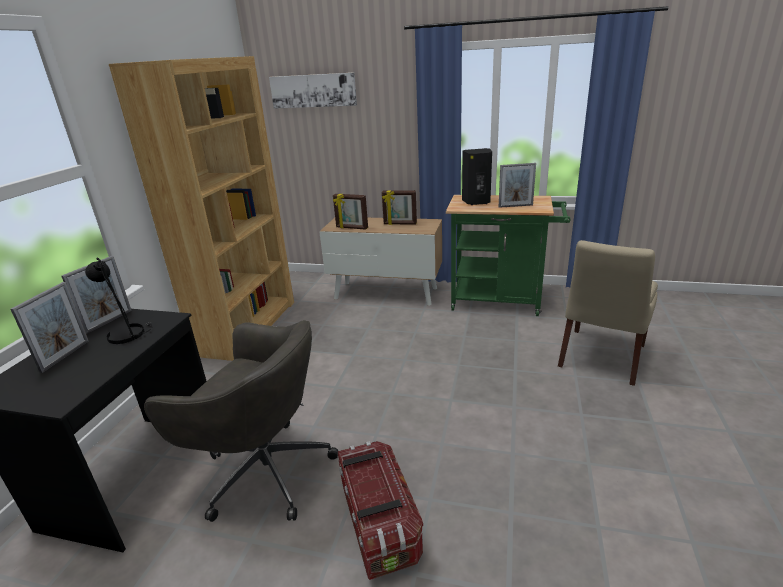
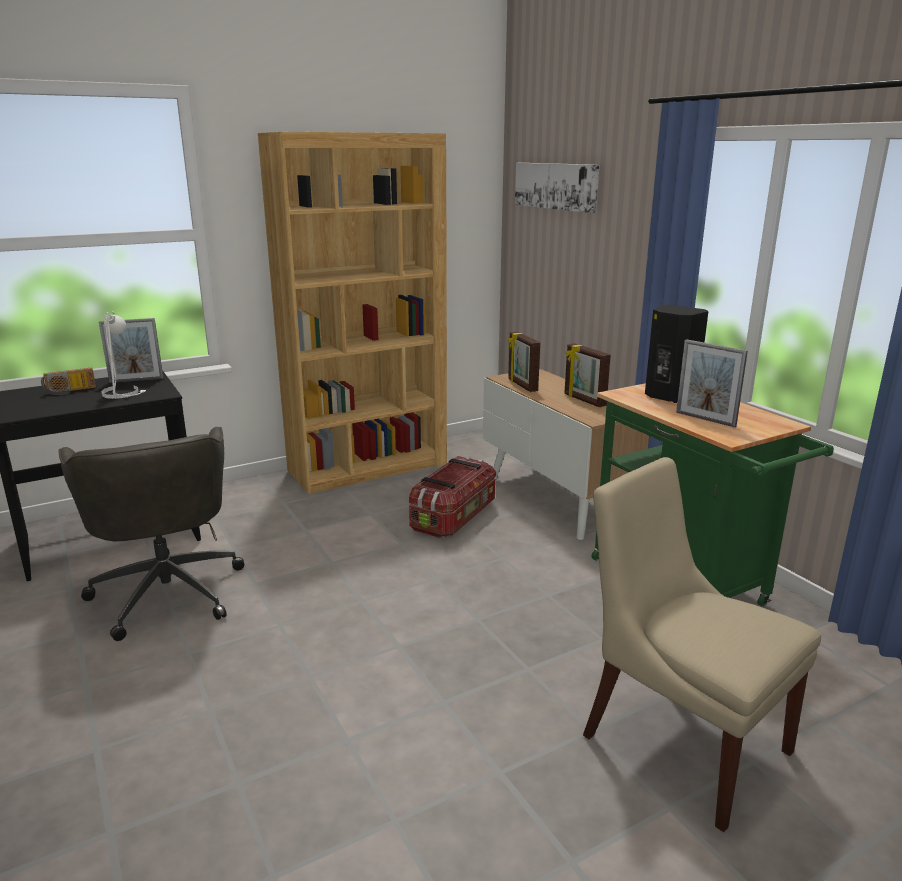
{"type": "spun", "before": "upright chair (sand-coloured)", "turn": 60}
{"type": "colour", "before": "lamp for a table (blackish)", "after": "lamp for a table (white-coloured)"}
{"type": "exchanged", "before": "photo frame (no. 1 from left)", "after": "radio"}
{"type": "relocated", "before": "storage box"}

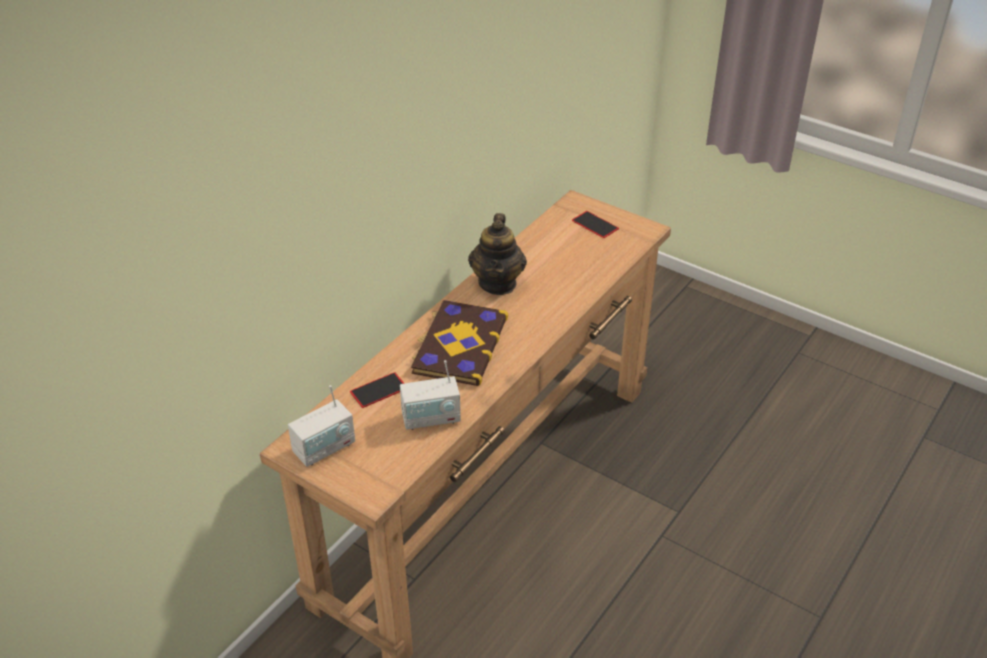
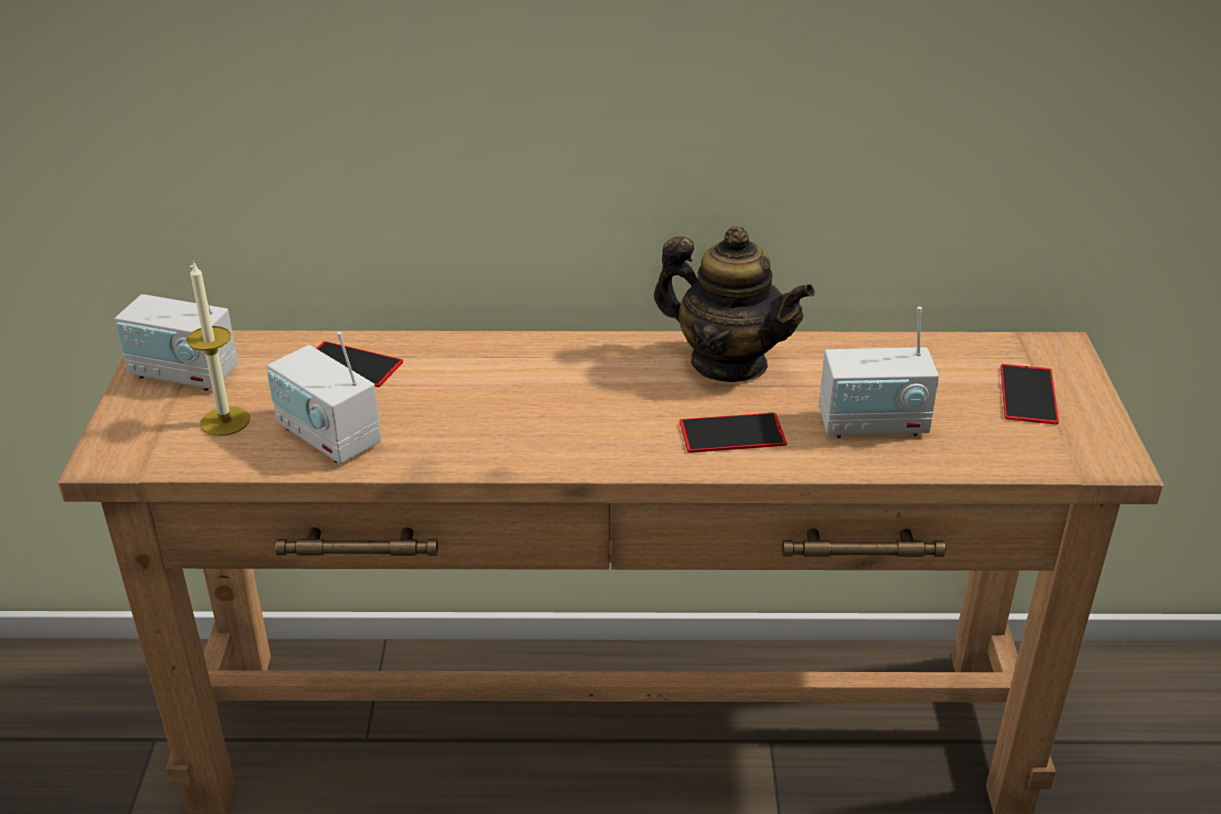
{"type": "spun", "before": "tea pot", "turn": -120}
{"type": "missing", "before": "bound book"}
{"type": "appeared", "after": "wax candle"}
{"type": "appeared", "after": "radio (no. 3 from left)"}
{"type": "appeared", "after": "phone (no. 2 from left)"}

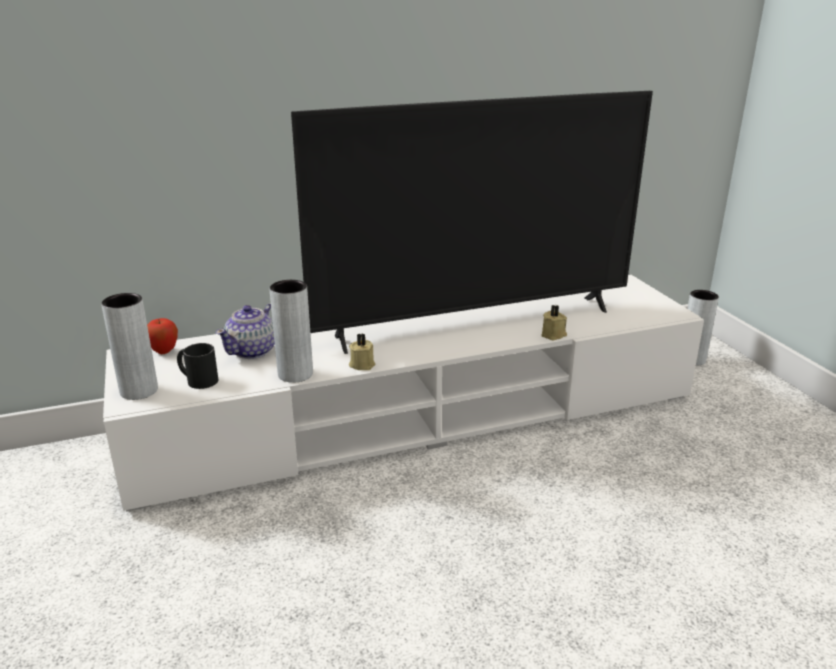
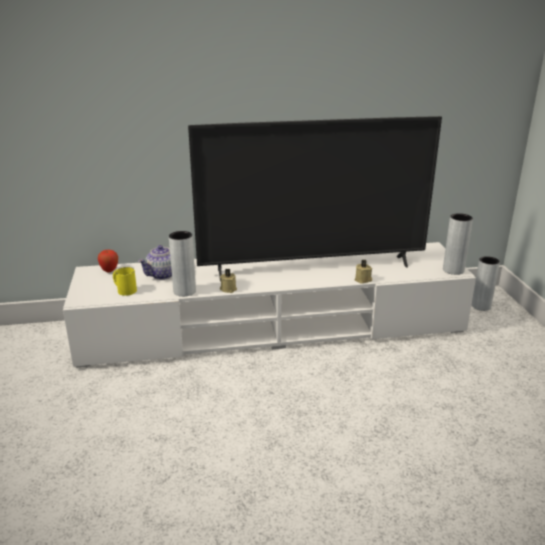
{"type": "relocated", "before": "decorative vase (gray) (no. 1 from left in the first image)", "after": "decorative vase (gray) (no. 2 from left)"}
{"type": "colour", "before": "tea mug (blackish)", "after": "tea mug (yellow-coloured)"}

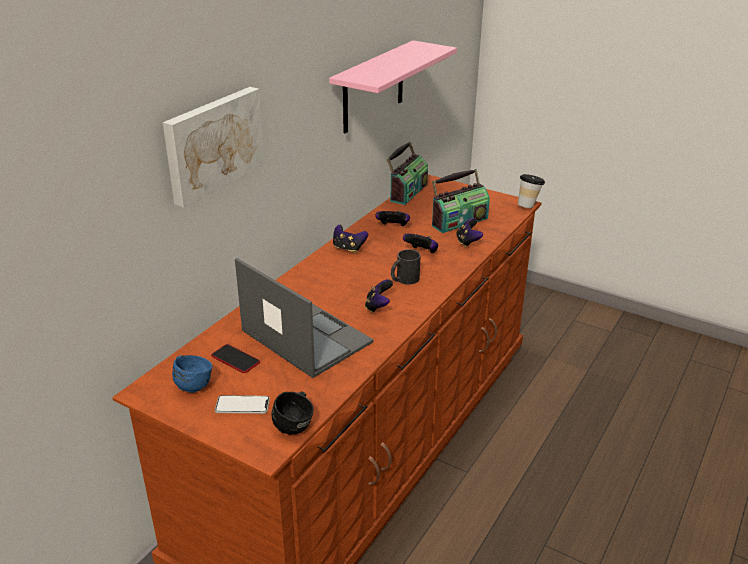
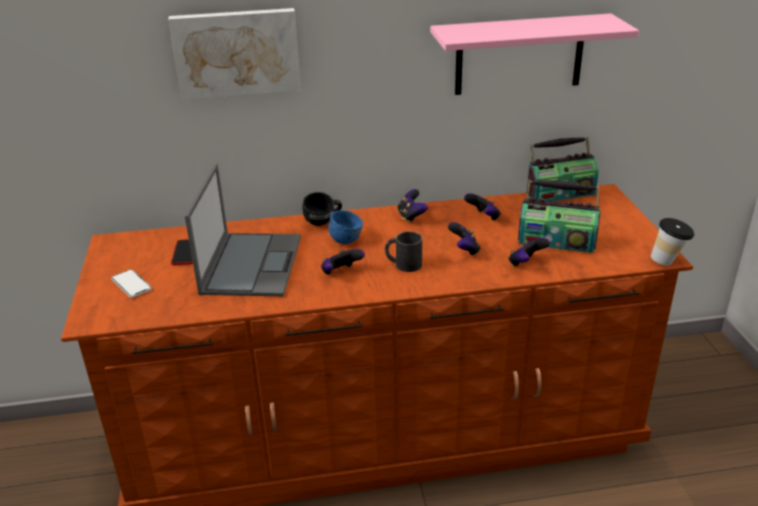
{"type": "relocated", "before": "tea mug (blue-coloured)"}
{"type": "relocated", "before": "tea mug (blackish) (no. 1 from left)"}

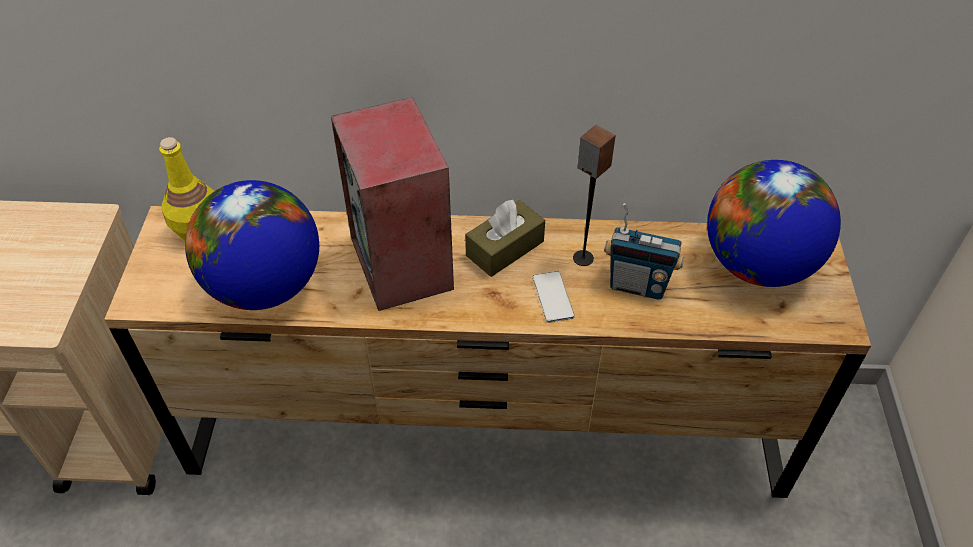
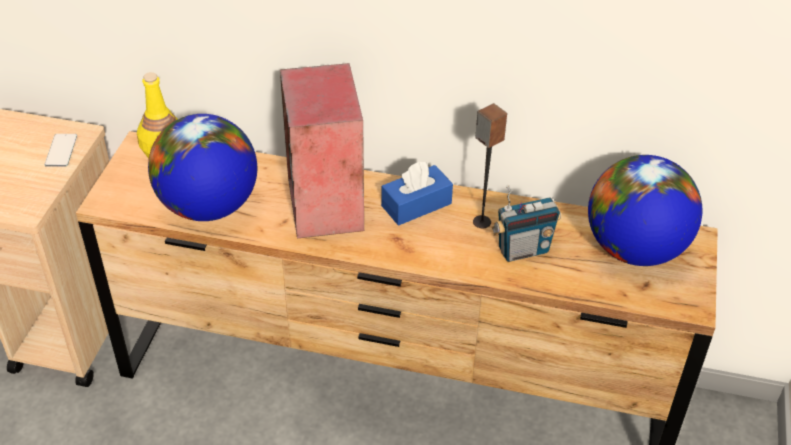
{"type": "colour", "before": "tissue box (brown)", "after": "tissue box (blue-coloured)"}
{"type": "spun", "before": "radio", "turn": -45}
{"type": "relocated", "before": "phone"}

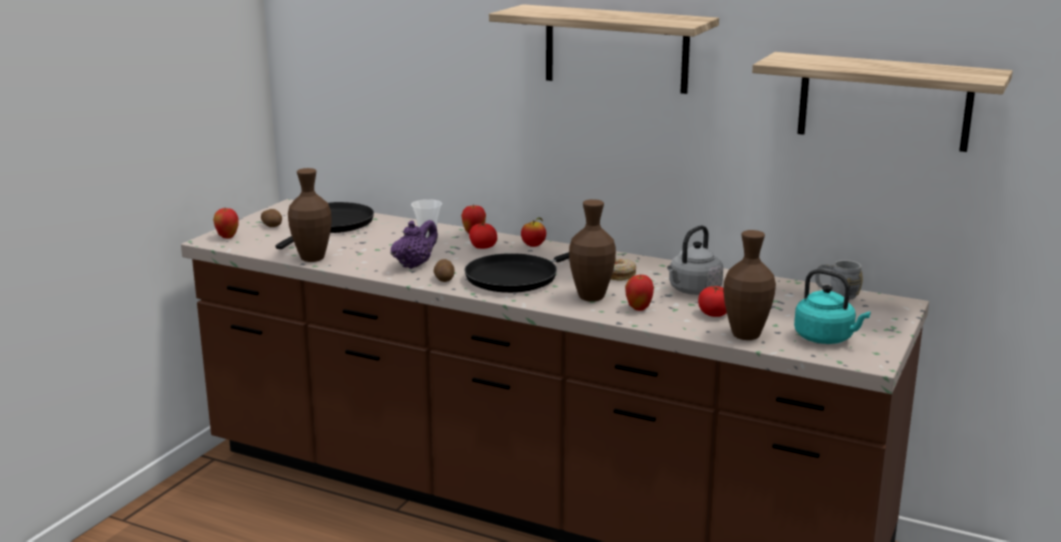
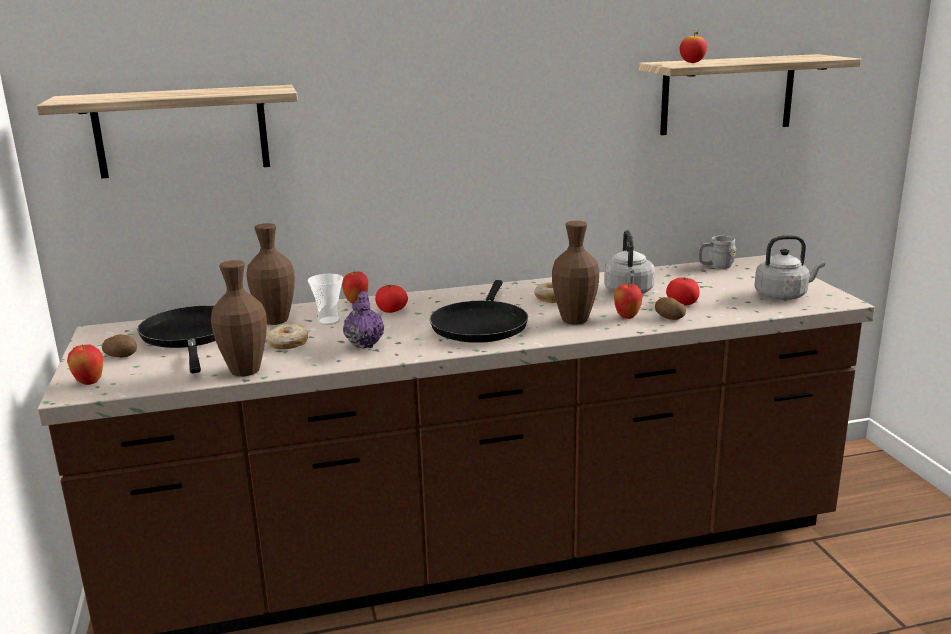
{"type": "relocated", "before": "shelf (no. 1 from left)"}
{"type": "relocated", "before": "apple (no. 3 from left in the first image)", "after": "apple (no. 4 from left)"}
{"type": "relocated", "before": "decorative vase (brown) (no. 3 from left in the first image)", "after": "decorative vase (brown) (no. 2 from left)"}
{"type": "relocated", "before": "whole potato (no. 2 from left)"}
{"type": "colour", "before": "water kettle (turquoise-coloured)", "after": "water kettle (gray) (no. 2 from left)"}
{"type": "appeared", "after": "doughnut (no. 1 from left)"}

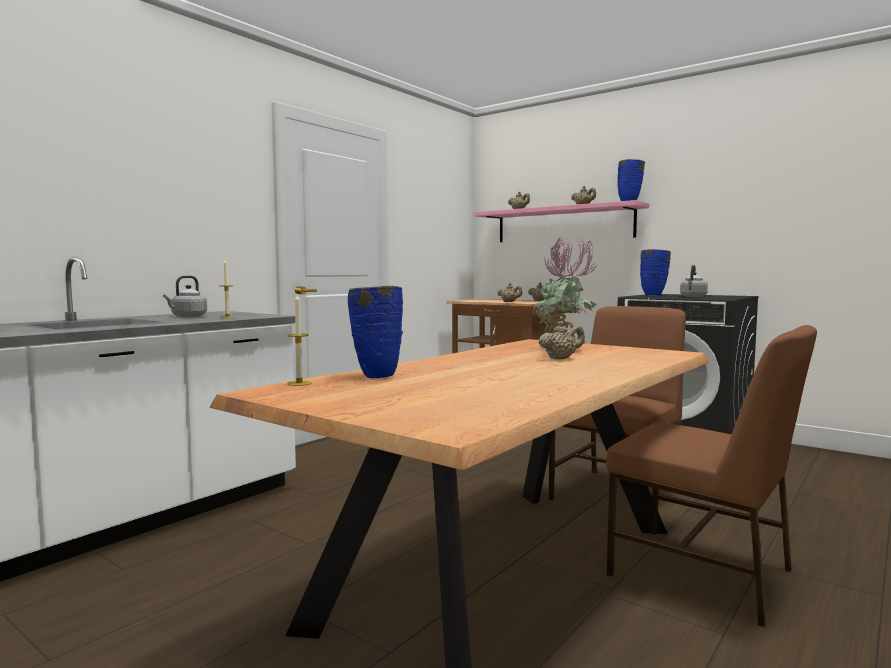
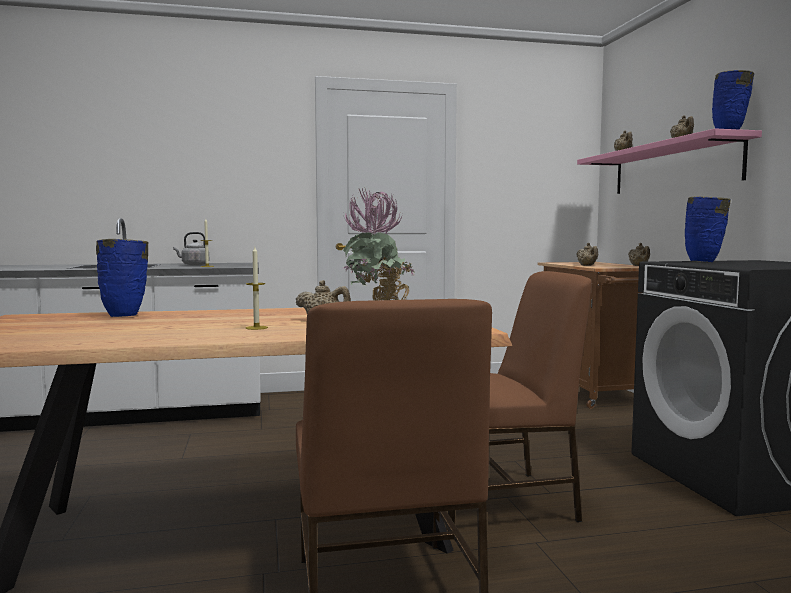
{"type": "missing", "before": "water kettle (gray) (no. 2 from left)"}
{"type": "relocated", "before": "wax candle (no. 2 from left)"}

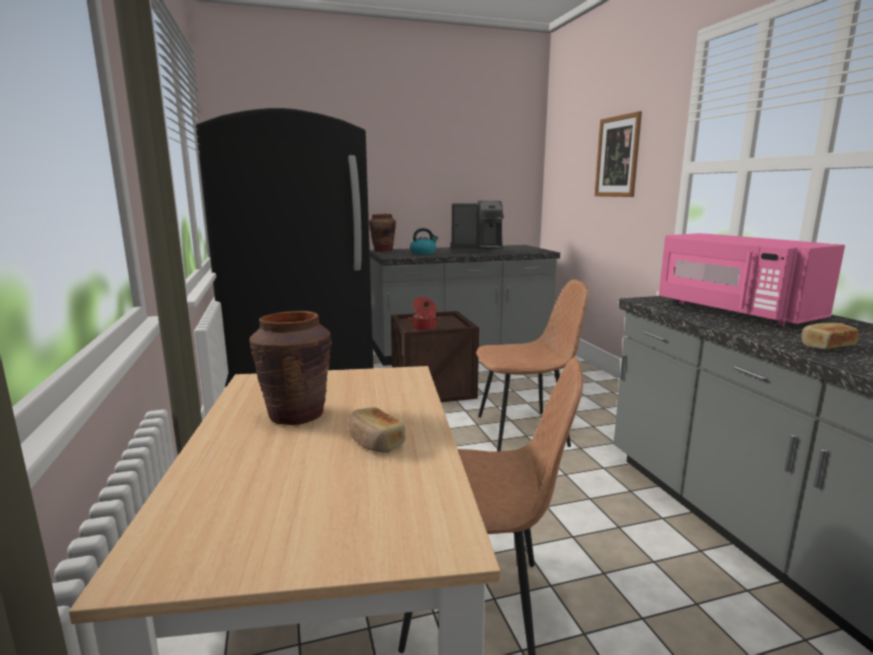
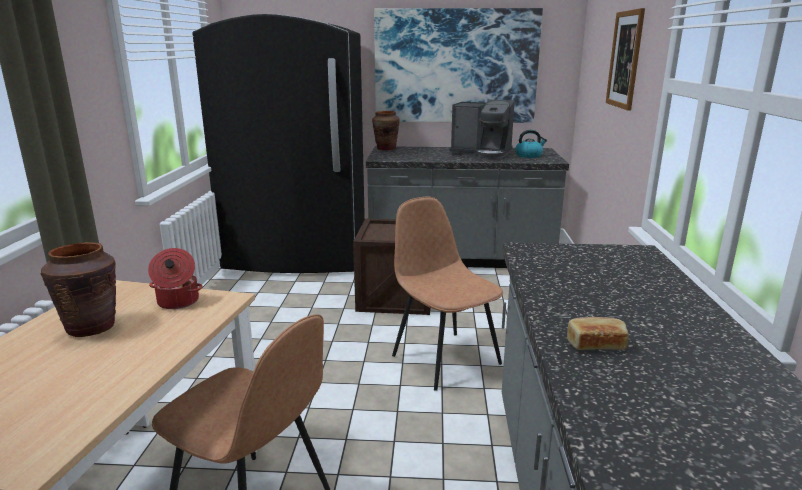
{"type": "relocated", "before": "water kettle"}
{"type": "missing", "before": "microwave (pink)"}
{"type": "spun", "before": "upright chair (brown) (no. 2 from left)", "turn": -135}
{"type": "relocated", "before": "stockpot"}
{"type": "missing", "before": "bread (no. 1 from left)"}
{"type": "appeared", "after": "picture (no. 1 from left)"}

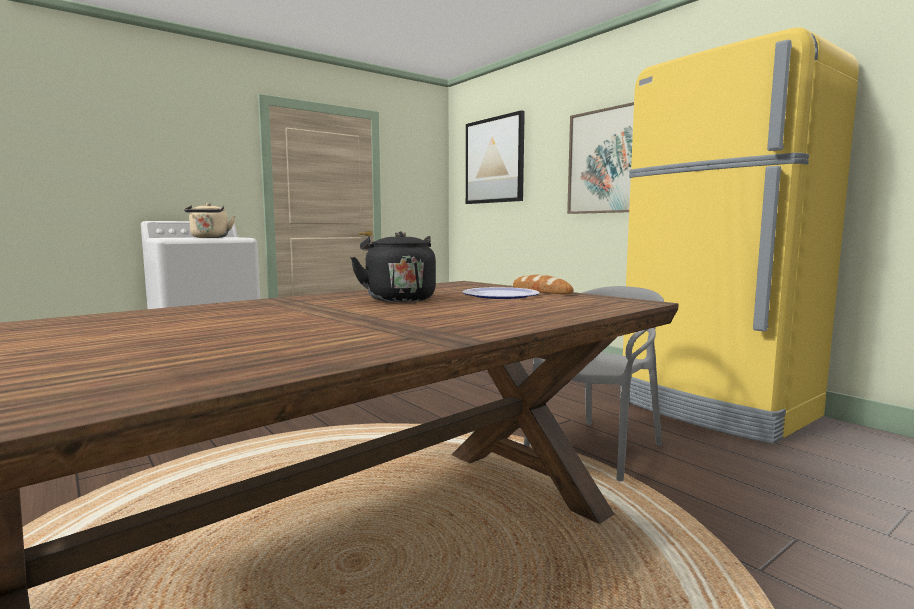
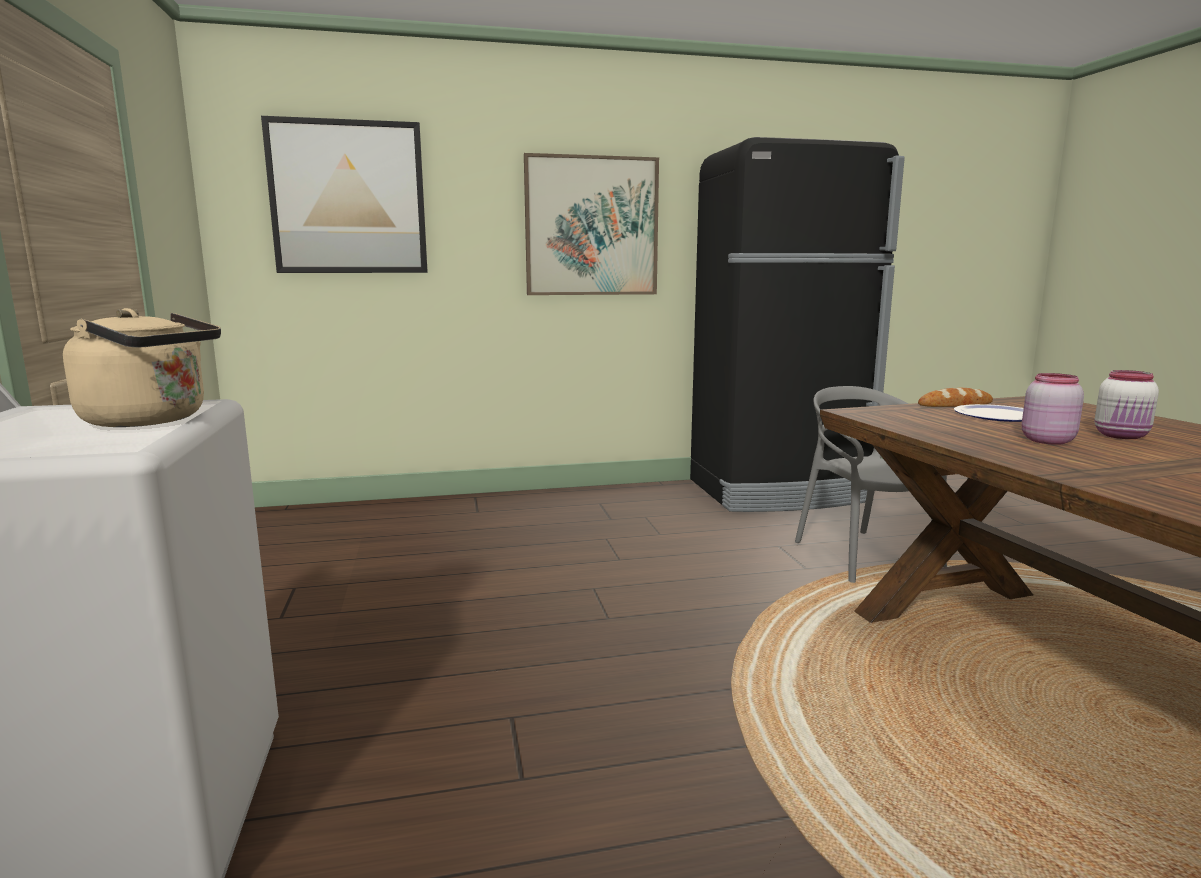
{"type": "colour", "before": "refrigerator (yellow-coloured)", "after": "refrigerator (blackish)"}
{"type": "exchanged", "before": "water kettle (blackish)", "after": "jar (pink)"}
{"type": "appeared", "after": "jar (white-coloured)"}

